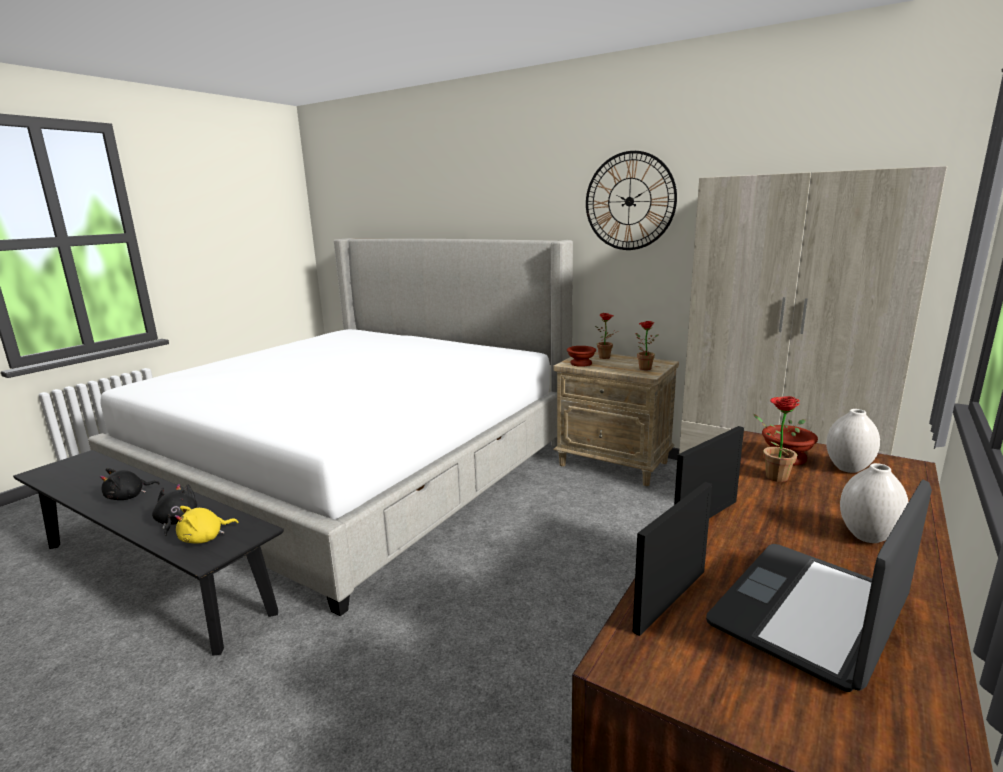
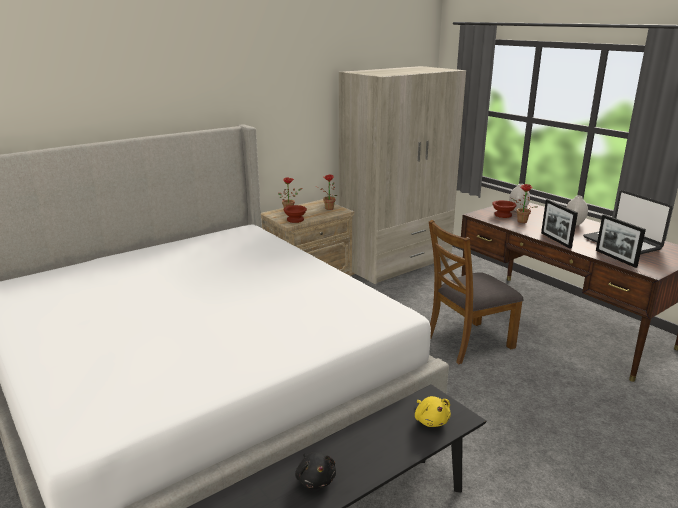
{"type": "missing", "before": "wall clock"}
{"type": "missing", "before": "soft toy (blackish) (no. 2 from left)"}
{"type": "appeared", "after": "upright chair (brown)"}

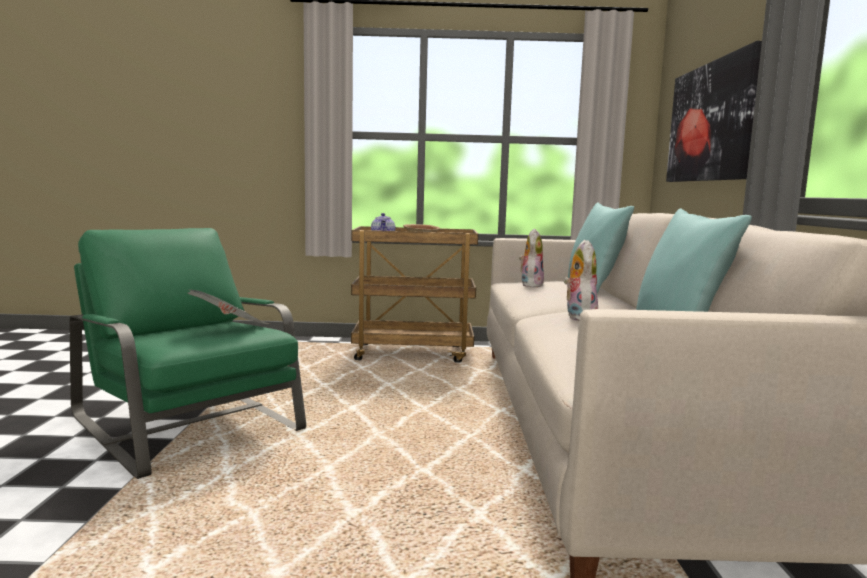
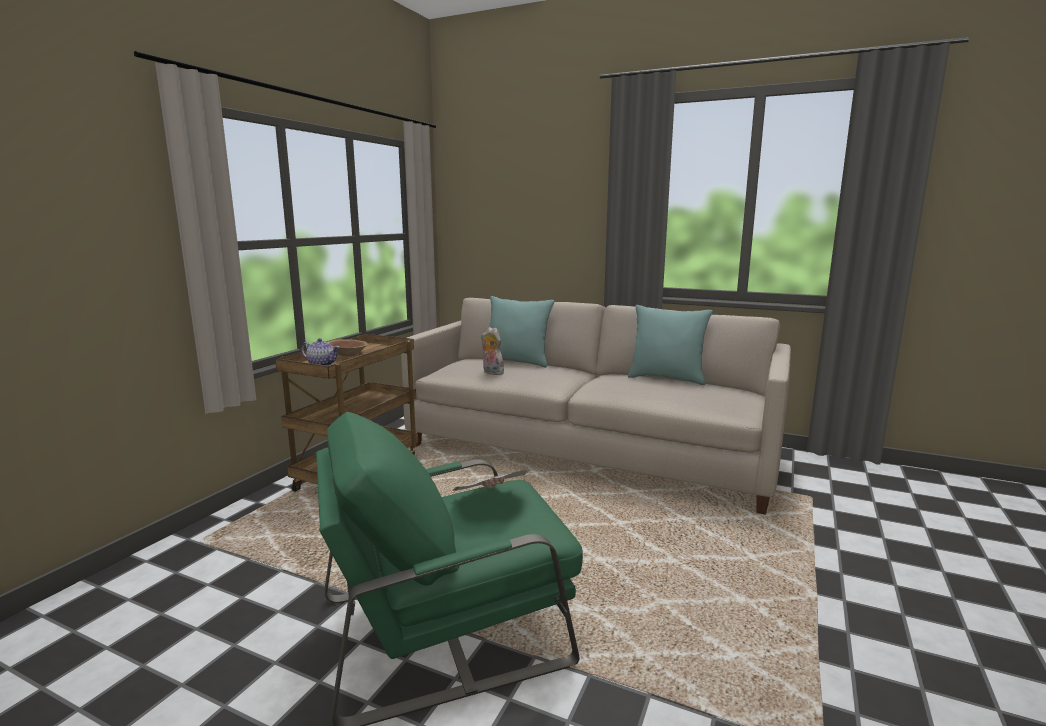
{"type": "missing", "before": "picture"}
{"type": "missing", "before": "soft toy (no. 2 from left)"}

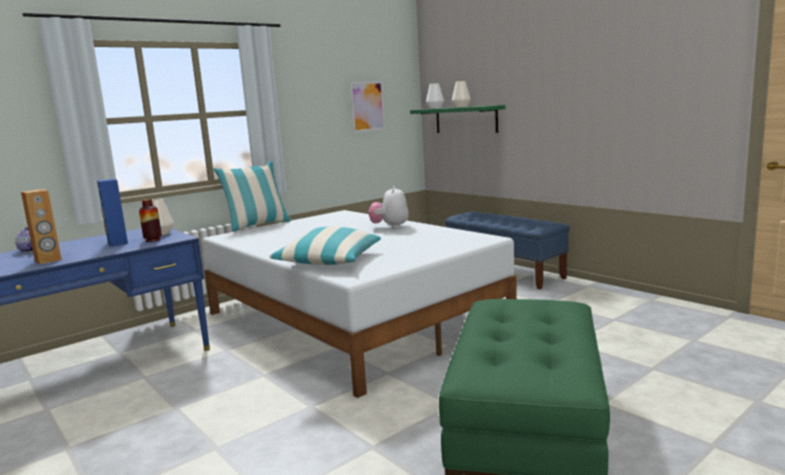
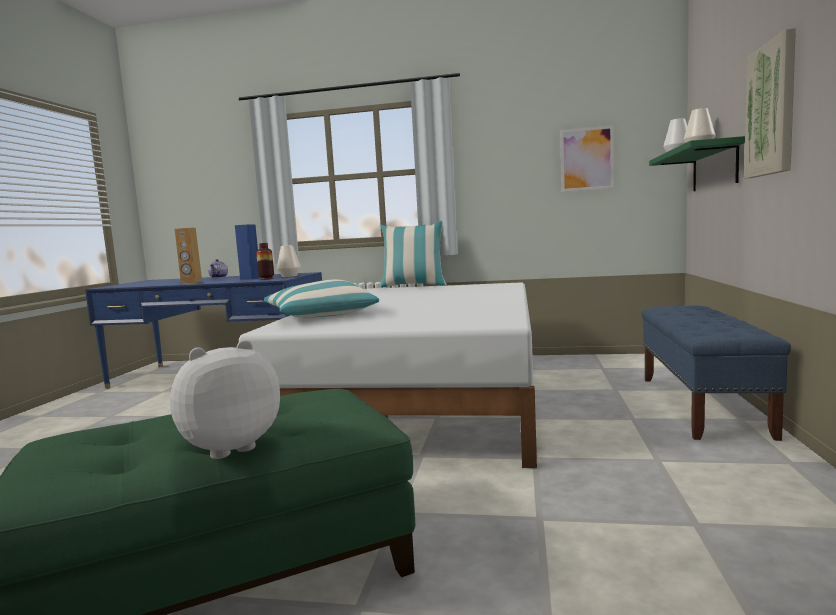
{"type": "relocated", "before": "soft toy"}
{"type": "appeared", "after": "picture (no. 2 from left)"}

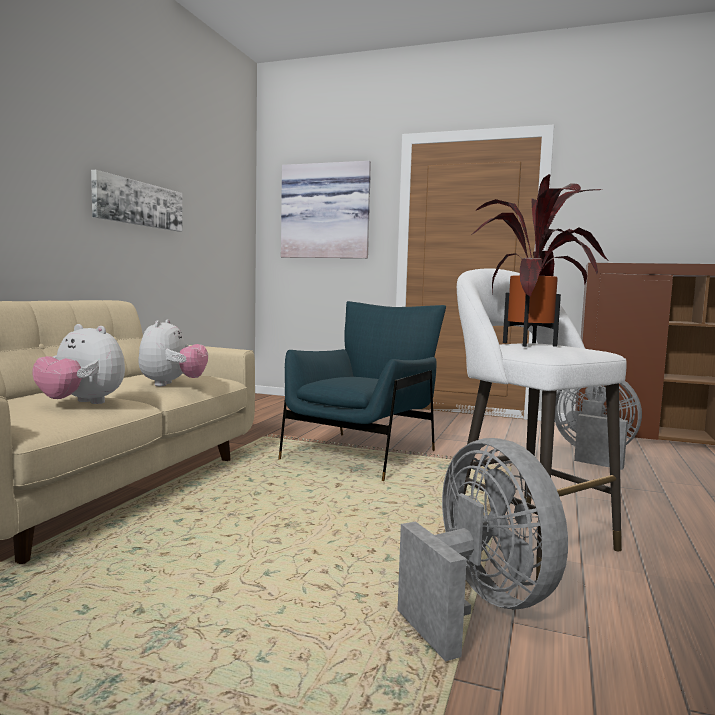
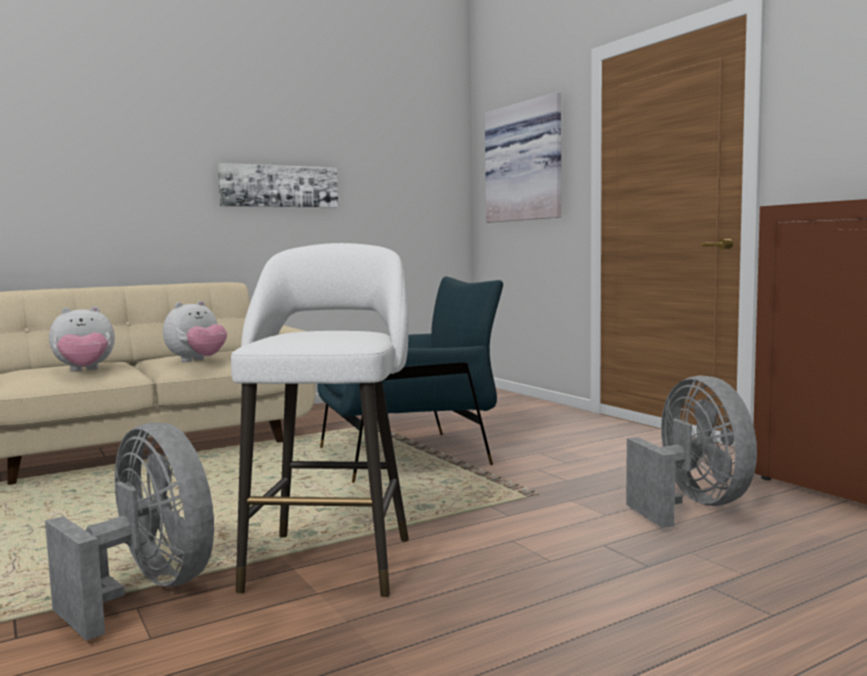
{"type": "missing", "before": "plant in a pot"}
{"type": "spun", "before": "soft toy (no. 1 from left)", "turn": -90}
{"type": "spun", "before": "electric fan (gray) (no. 1 from left)", "turn": -60}

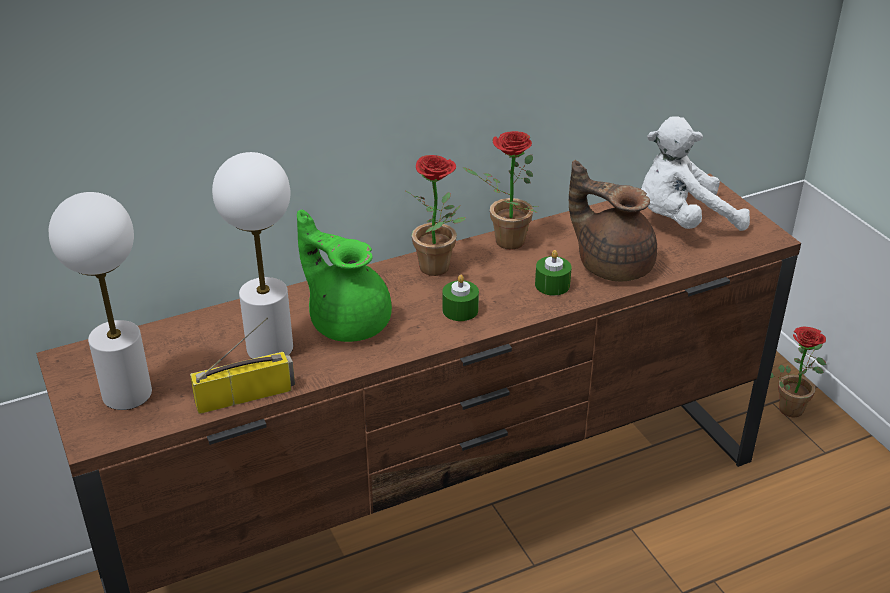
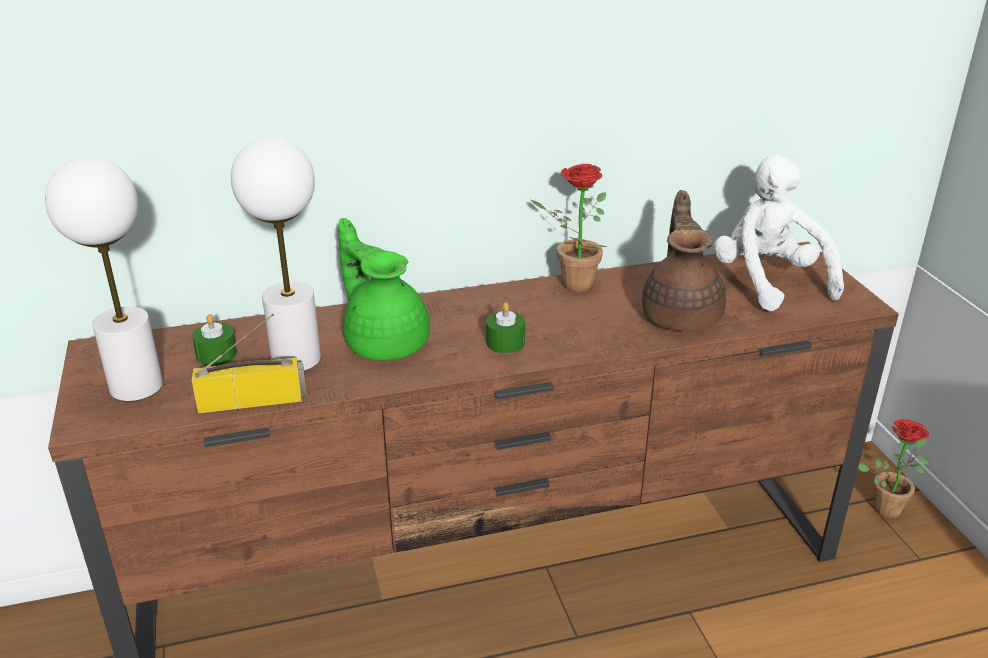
{"type": "spun", "before": "soft toy (white-coloured)", "turn": 75}
{"type": "missing", "before": "plant in a pot (no. 1 from left)"}
{"type": "spun", "before": "tea pot (brown)", "turn": 45}
{"type": "relocated", "before": "wax candle (green) (no. 2 from left in the first image)", "after": "wax candle (green) (no. 1 from left)"}

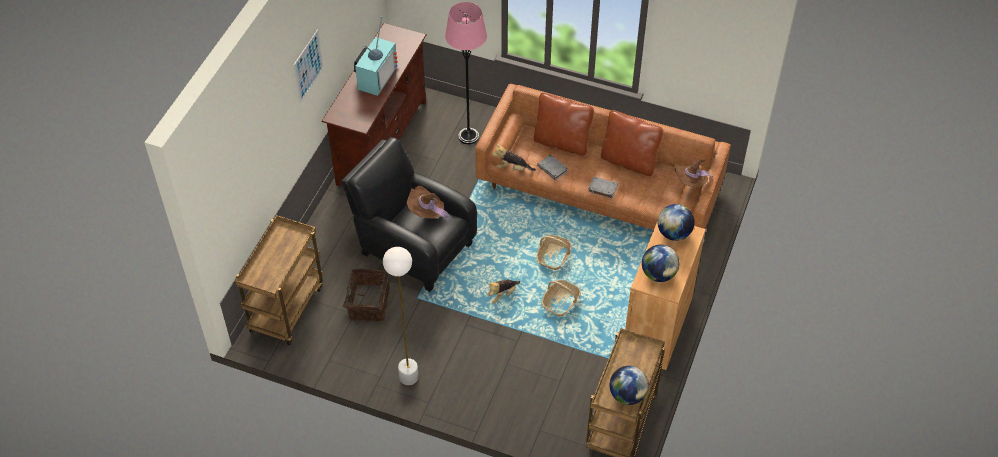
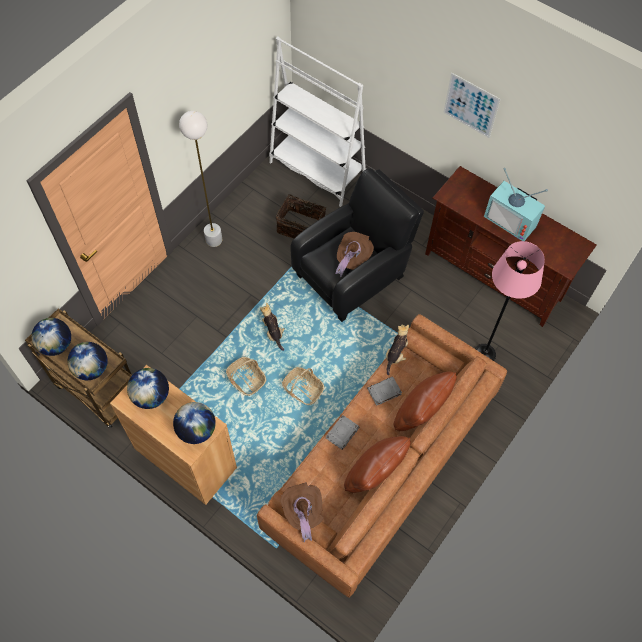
{"type": "exchanged", "before": "wheeled cart (brown) (no. 1 from left)", "after": "shelving unit (white-coloured)"}
{"type": "appeared", "after": "world globe (no. 2 from left)"}

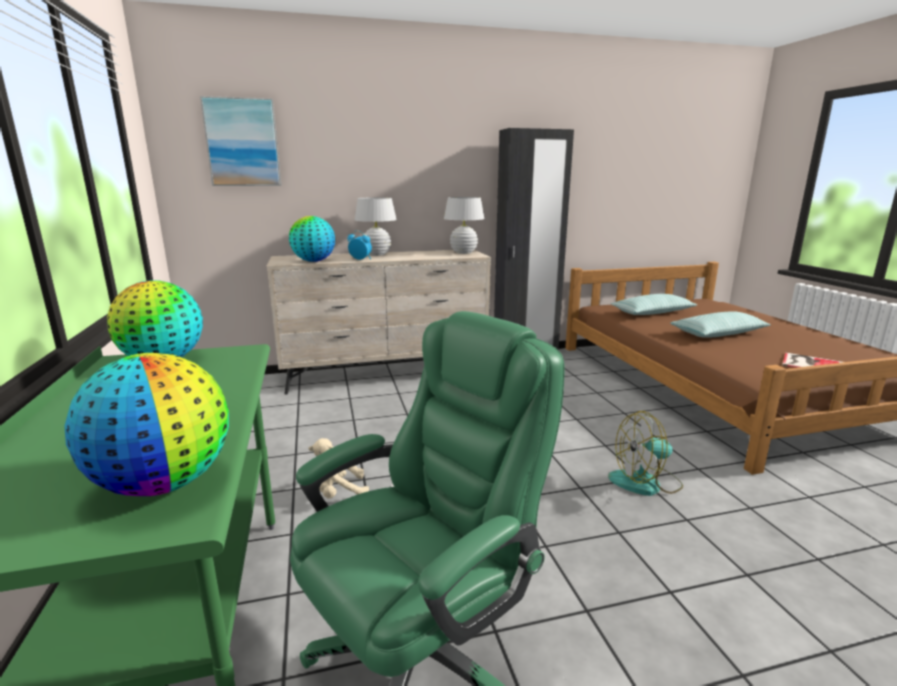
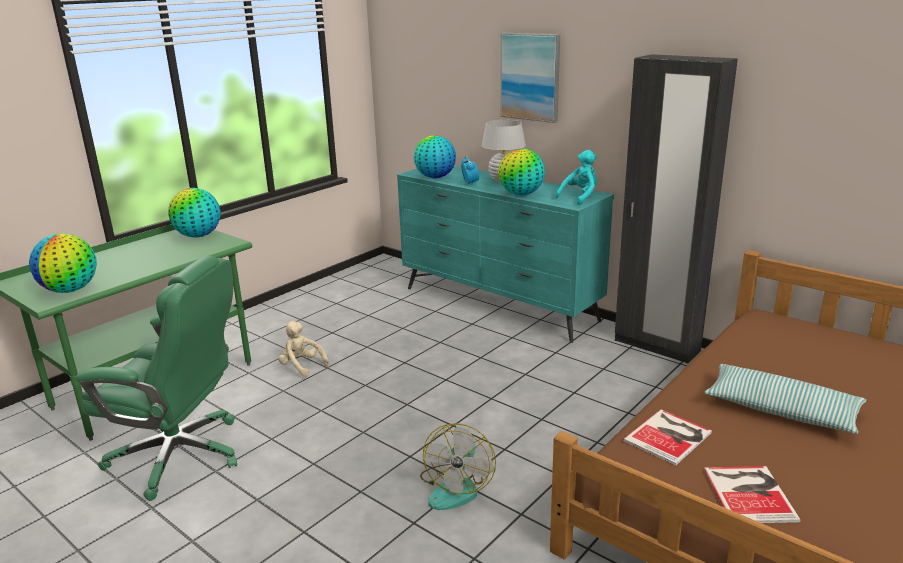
{"type": "relocated", "before": "picture"}
{"type": "exchanged", "before": "lamp for a table (white-coloured) (no. 2 from left)", "after": "soft toy (turquoise-coloured)"}
{"type": "colour", "before": "chest of drawers (sand-coloured)", "after": "chest of drawers (turquoise-coloured)"}
{"type": "missing", "before": "pillow (no. 1 from left)"}
{"type": "spun", "before": "electric fan", "turn": -120}
{"type": "appeared", "after": "world globe (no. 4 from left)"}
{"type": "appeared", "after": "bound book (no. 1 from left)"}

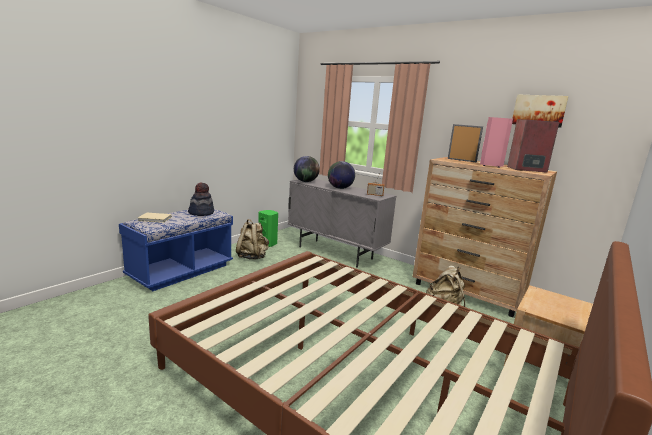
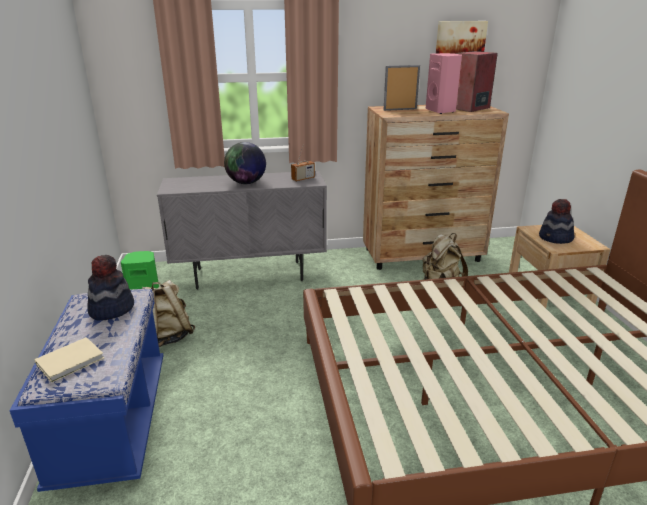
{"type": "missing", "before": "world globe (no. 1 from left)"}
{"type": "appeared", "after": "hat (no. 2 from left)"}

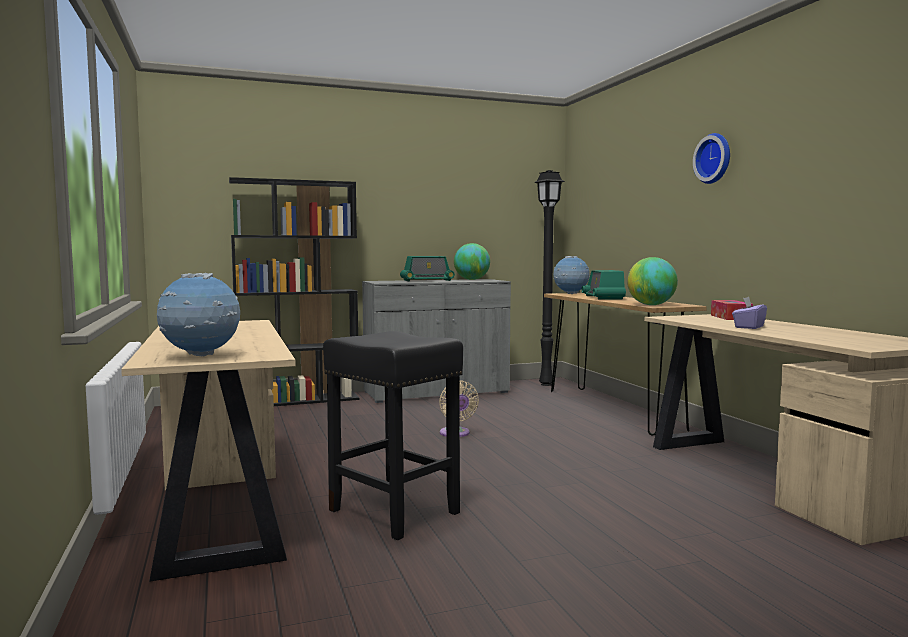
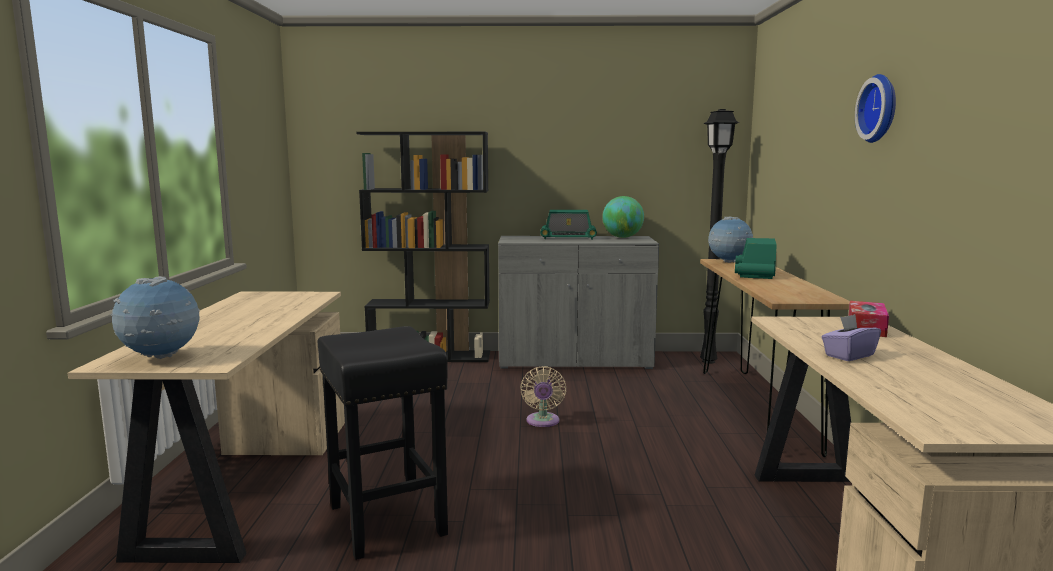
{"type": "missing", "before": "world globe (no. 4 from left)"}

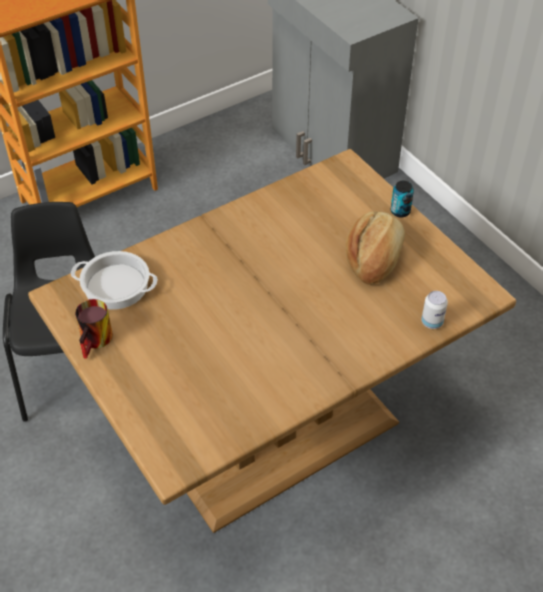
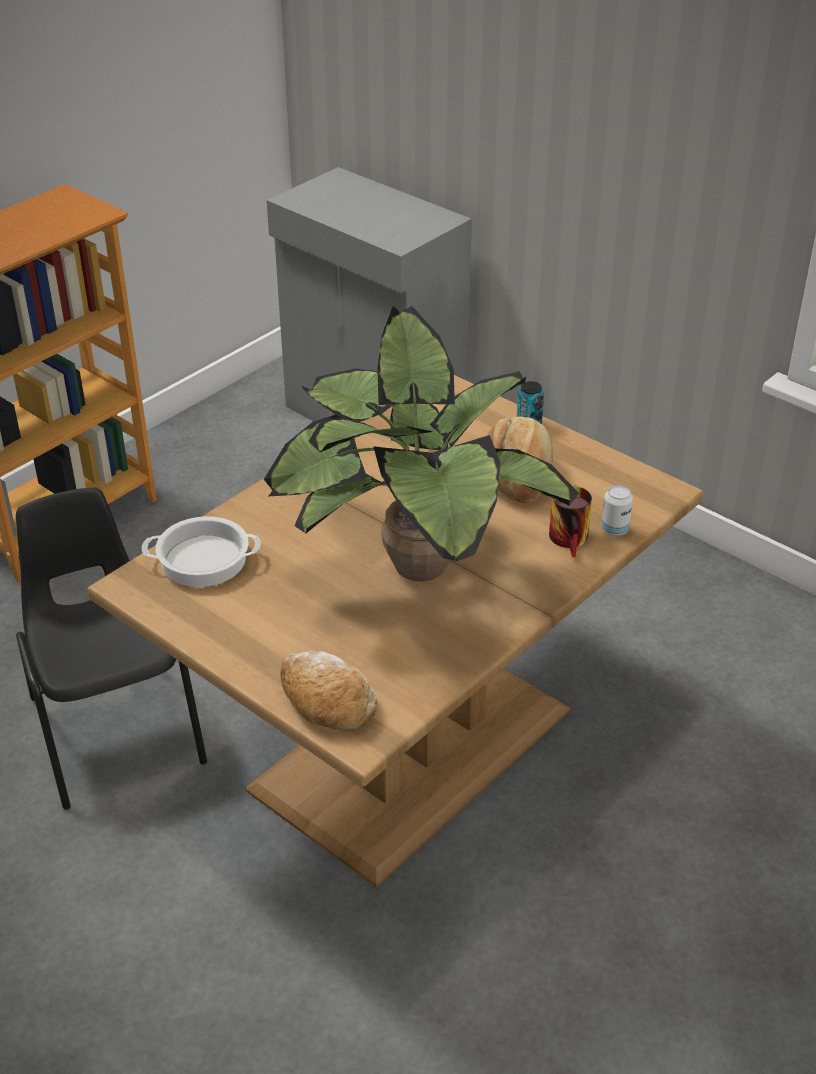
{"type": "relocated", "before": "tea mug"}
{"type": "appeared", "after": "plant in a pot"}
{"type": "appeared", "after": "bread (no. 1 from left)"}

